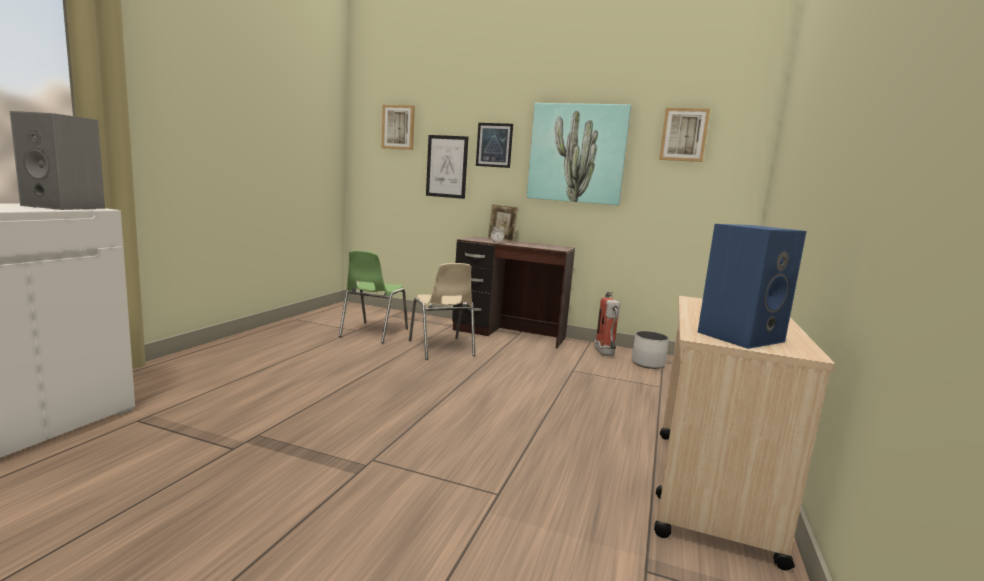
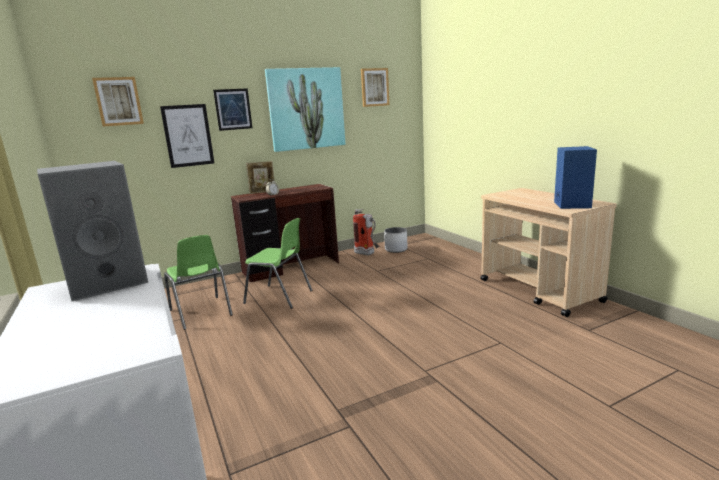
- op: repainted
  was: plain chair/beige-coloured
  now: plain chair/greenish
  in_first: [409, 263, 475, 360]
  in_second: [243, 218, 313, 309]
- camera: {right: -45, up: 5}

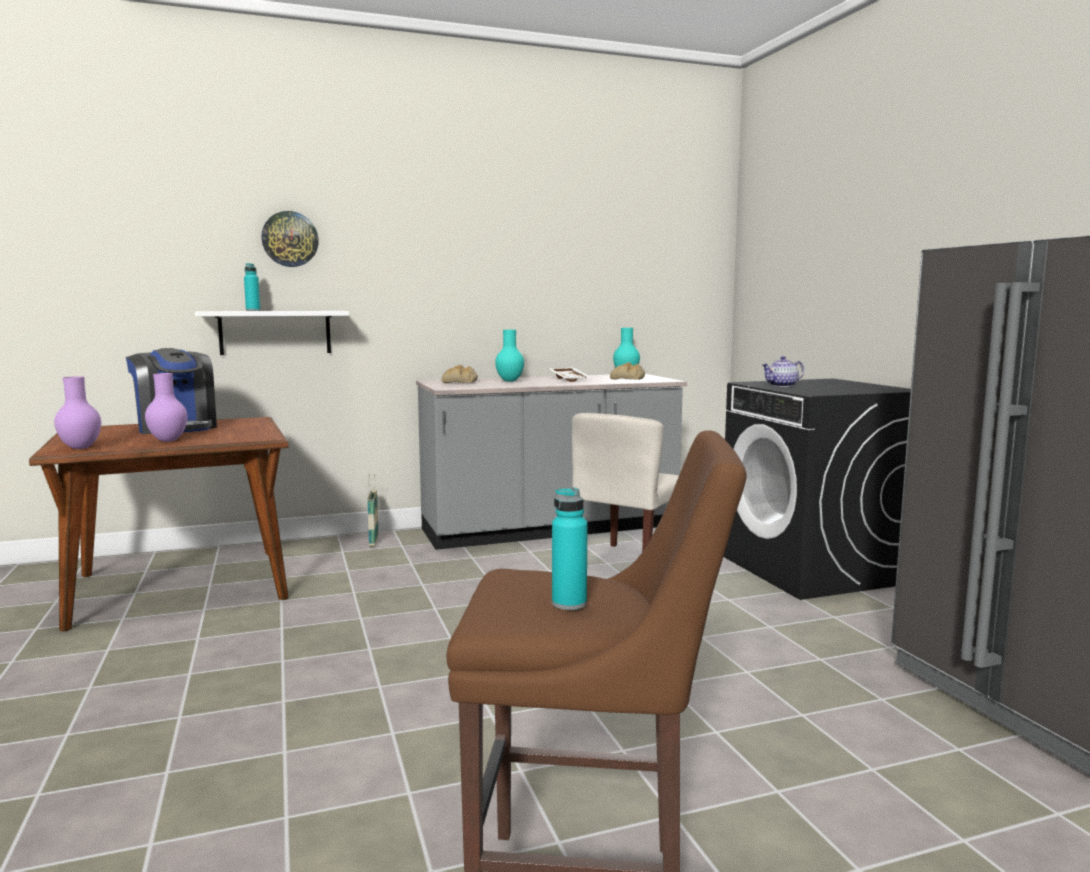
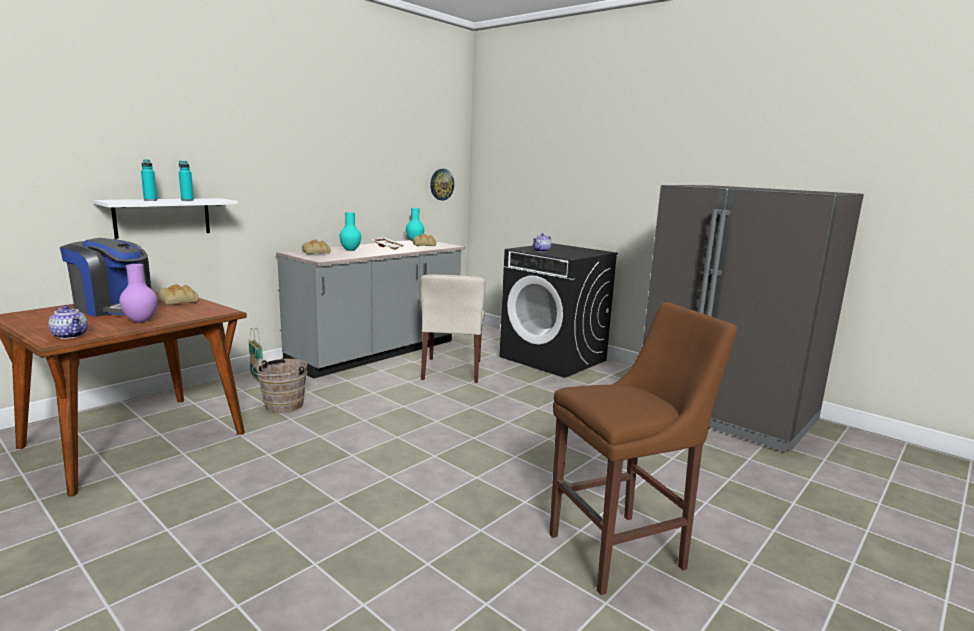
- op: swapped
  was: vase/purple-coloured
  now: pot for tea
  in_first: [54, 376, 101, 449]
  in_second: [49, 305, 88, 339]
- op: new
  now: baked bread
  in_second: [157, 284, 199, 305]
- op: shifted
  was: drink bottle/turquoise-coloured
  in_first: [552, 488, 588, 610]
  in_second: [179, 161, 194, 201]
- op: new
  now: water bucket/brown-coloured
  in_second: [252, 359, 307, 413]
- op: shifted
  was: hanging clock
  in_first: [261, 211, 319, 267]
  in_second: [430, 169, 454, 200]
- camera: {right: -30, up: 5}

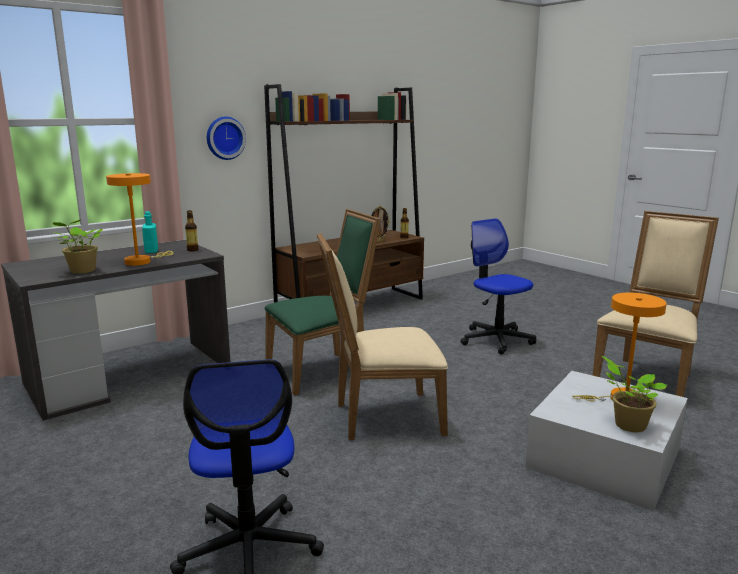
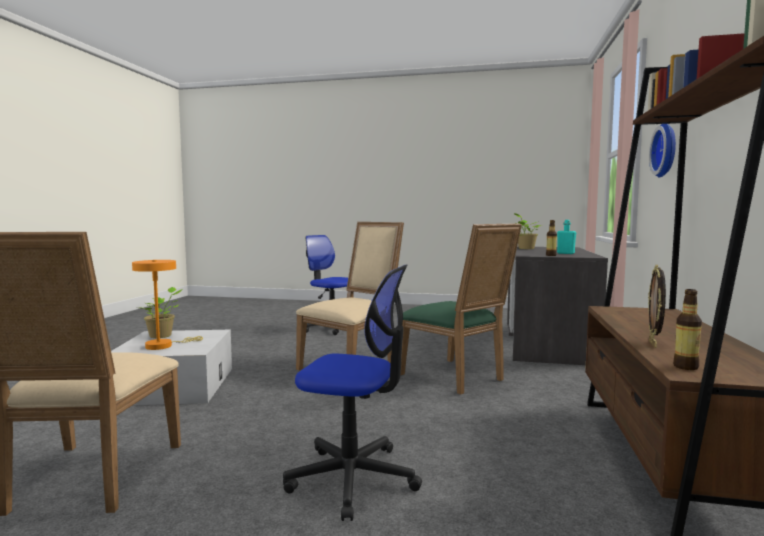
- op: rotated
  was: plain chair/greenish
  in_first: [265, 209, 381, 396]
  in_second: [401, 223, 522, 395]
  clockwise: -60
- op: gone
  was: tabletop lamp/orange-coloured
  in_first: [106, 173, 174, 266]
- camera: {right: 140, up: -10}

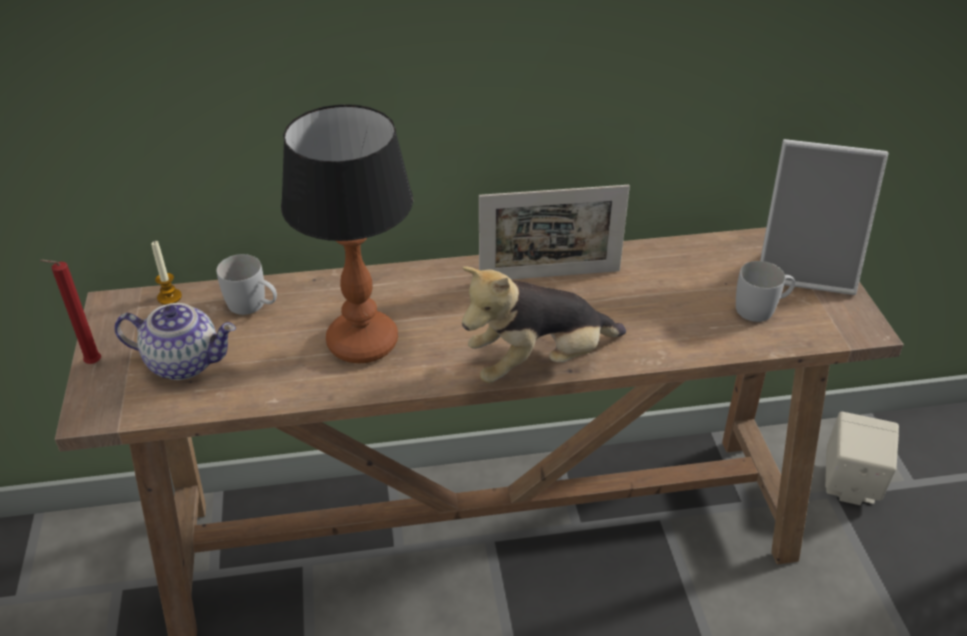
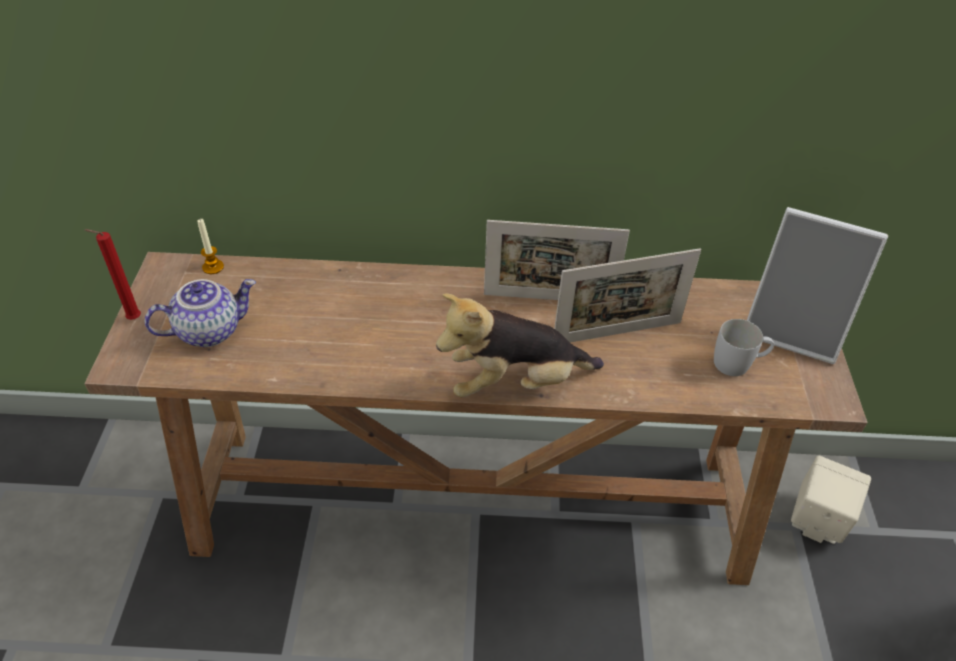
- op: rotated
  was: pot for tea
  in_first: [114, 303, 236, 380]
  in_second: [145, 279, 256, 347]
  clockwise: -45
- op: new
  now: picture frame
  in_second: [554, 248, 701, 342]
- op: gone
  was: coffee mug/whitish
  in_first: [217, 254, 277, 315]
- op: gone
  was: tabletop lamp
  in_first: [281, 104, 413, 363]
- camera: {right: 10, up: 5}

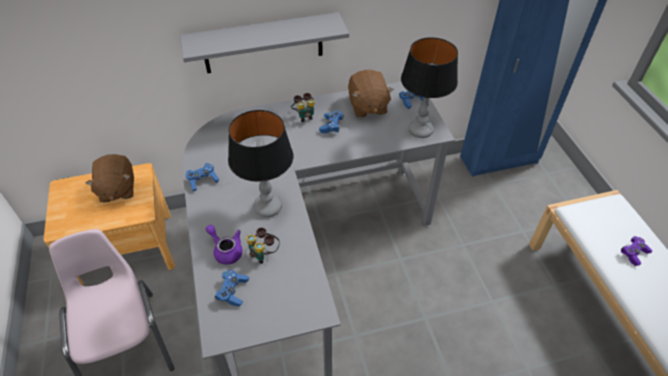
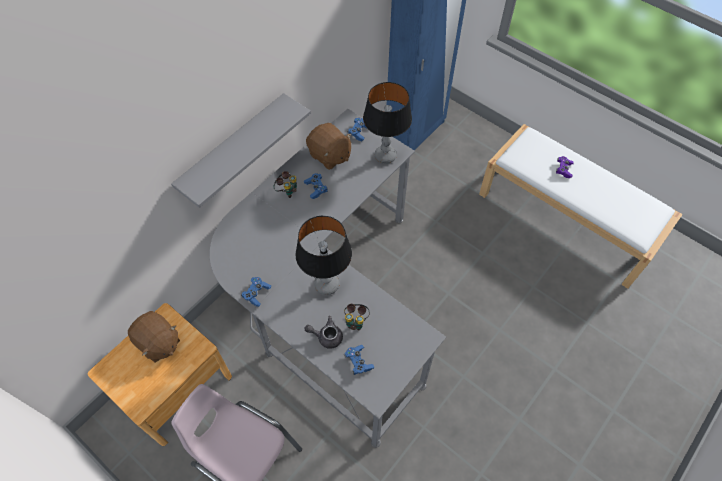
- op: repainted
  was: pot for tea/purple-coloured
  now: pot for tea/grey
  in_first: [206, 225, 243, 265]
  in_second: [305, 316, 343, 349]
- camera: {right: -35, up: 10}

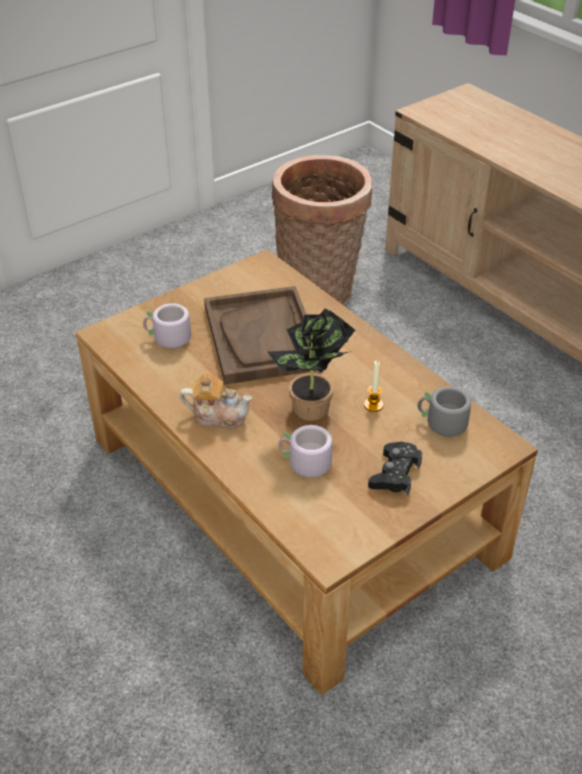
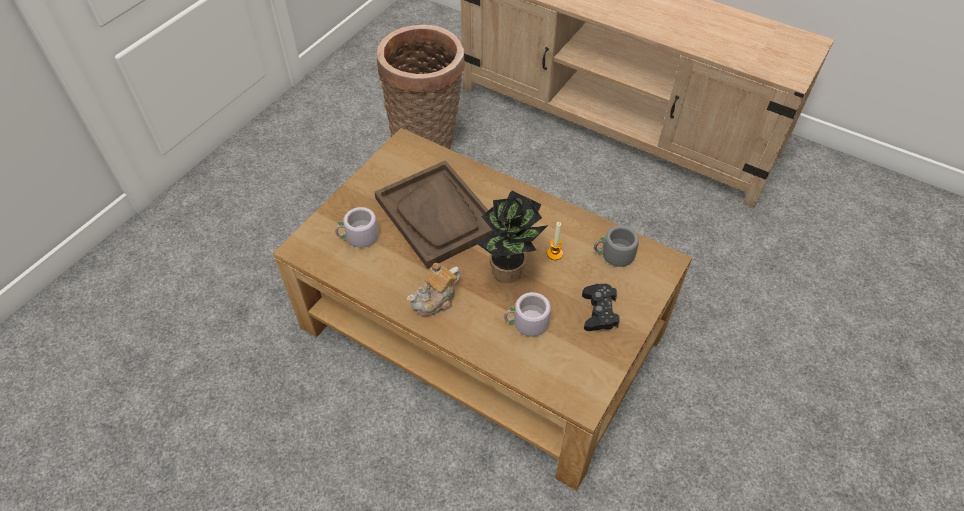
- op: rotated
  was: pot for tea
  in_first: [180, 372, 252, 429]
  in_second: [407, 263, 461, 316]
  clockwise: 150
- camera: {right: -20, up: 10}

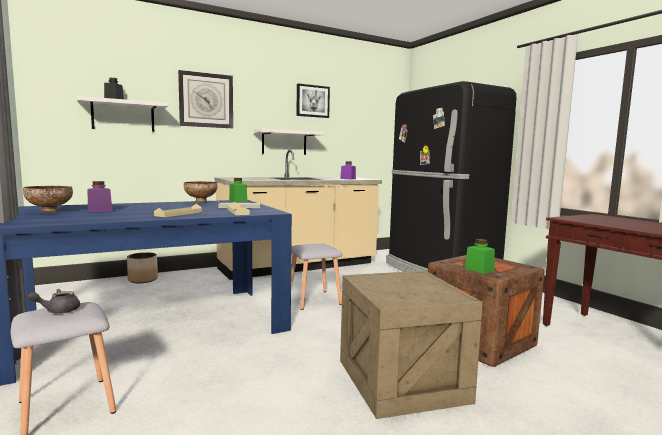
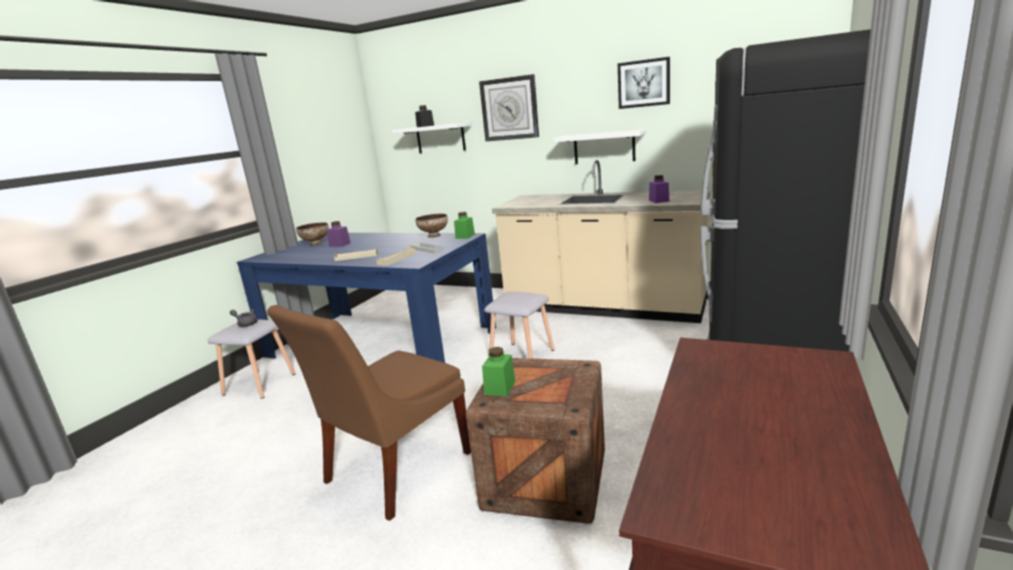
- op: swapped
  was: packing crate
  now: plain chair/brown-coloured
  in_first: [340, 271, 483, 419]
  in_second: [268, 305, 471, 521]
- op: gone
  was: plant pot
  in_first: [127, 252, 158, 283]
- camera: {right: 55, up: 10}

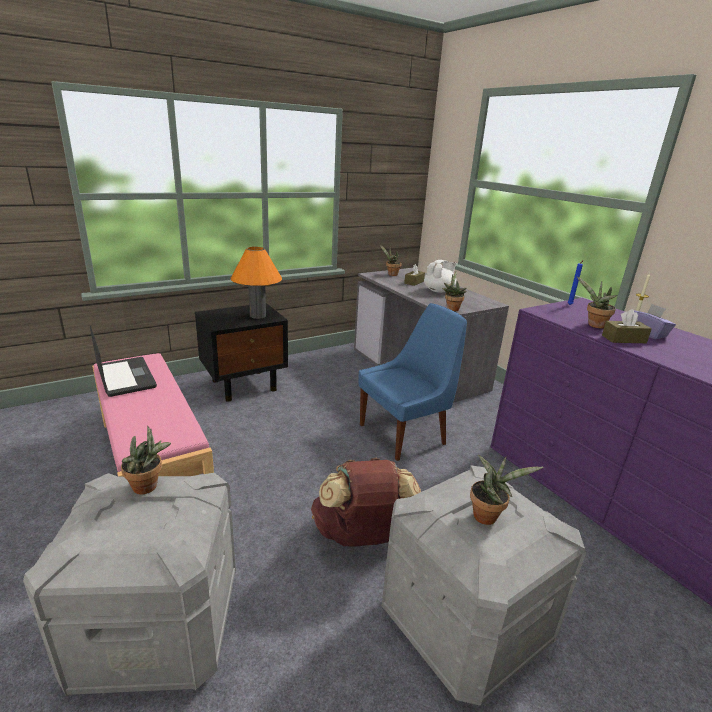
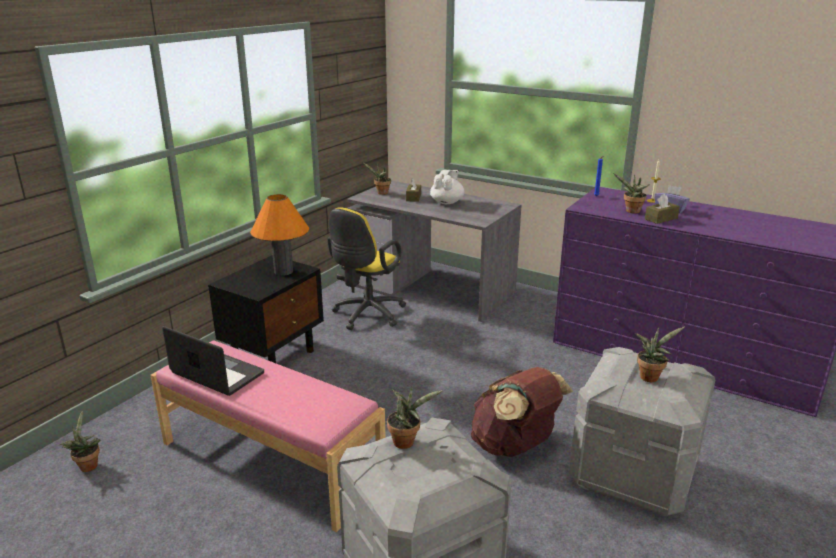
- op: shifted
  was: houseplant
  in_first: [442, 270, 467, 311]
  in_second: [60, 411, 100, 472]
- op: new
  now: desk chair/yellow
  in_second: [327, 207, 406, 330]
- op: gone
  was: plain chair/bluish
  in_first: [359, 303, 467, 461]
- camera: {right: -25, up: 0}

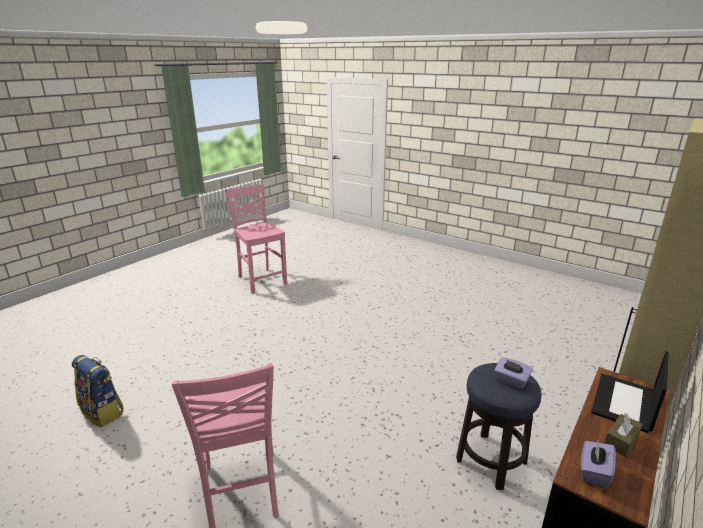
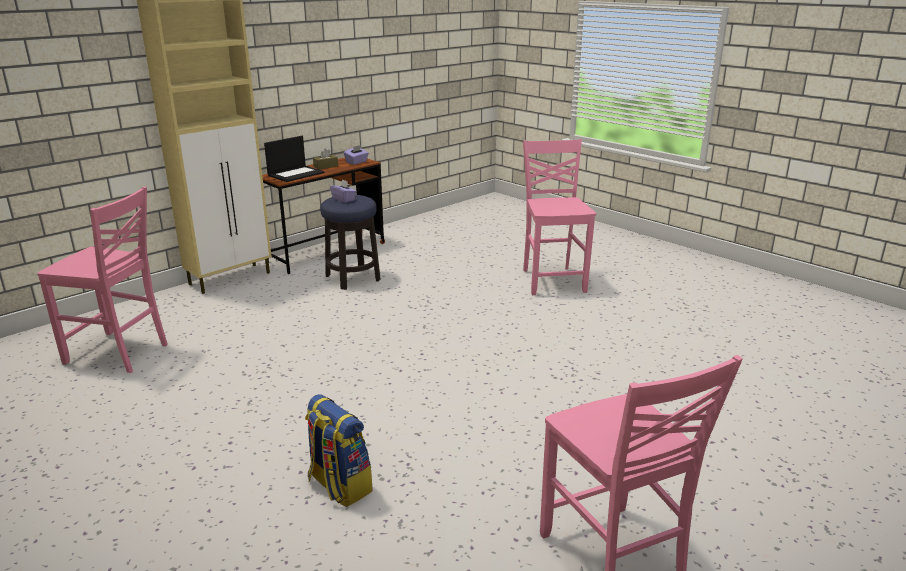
- op: new
  now: plain chair/pinkish
  in_second: [37, 186, 168, 373]
- op: shifted
  was: rucksack
  in_first: [72, 355, 123, 427]
  in_second: [305, 394, 373, 507]
- camera: {right: -170, up: 0}

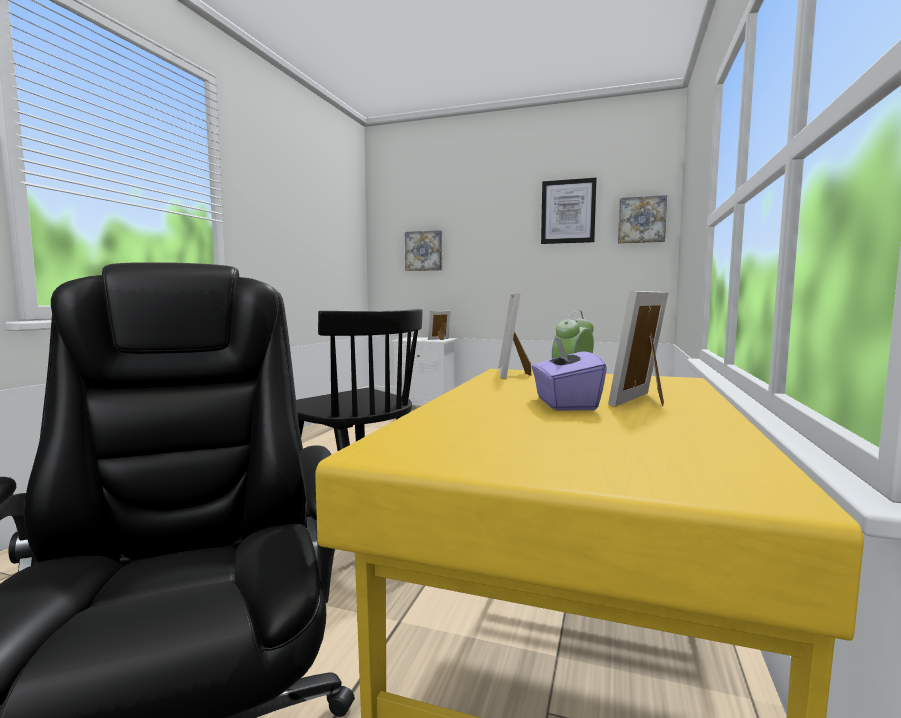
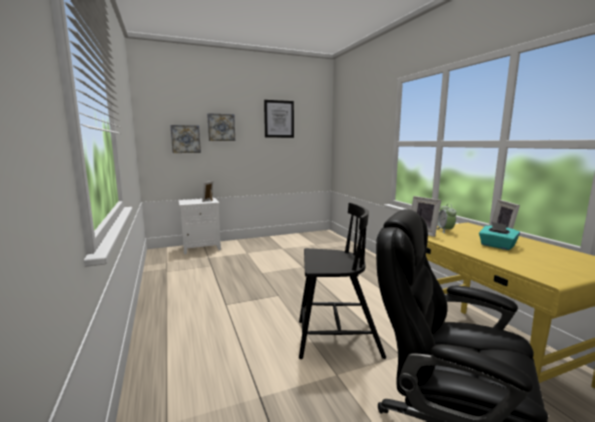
- op: shifted
  was: picture
  in_first: [618, 195, 667, 244]
  in_second: [207, 113, 235, 141]
- op: repainted
  was: tissue holder/purple-coloured
  now: tissue holder/turquoise-coloured
  in_first: [532, 336, 607, 411]
  in_second: [479, 222, 520, 250]
- camera: {right: -40, up: 5}

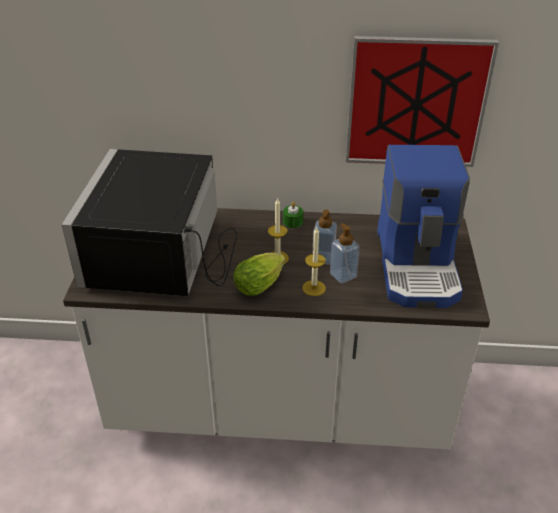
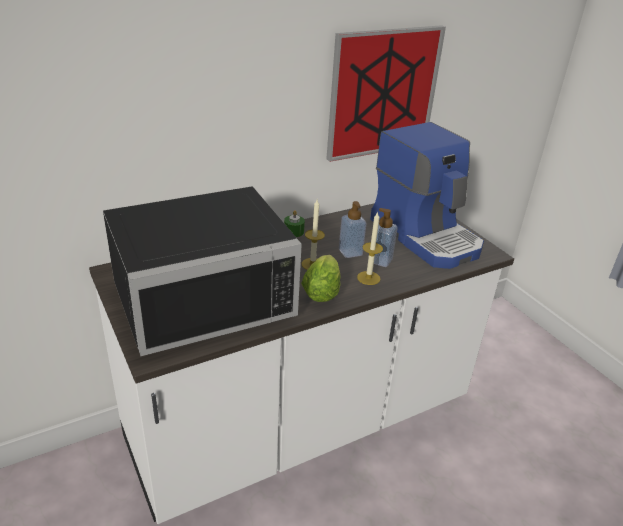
- op: rotated
  was: kitchen microwave/black
  in_first: [62, 149, 237, 296]
  in_second: [103, 186, 302, 356]
  clockwise: -90
- camera: {right: -35, up: -5}

